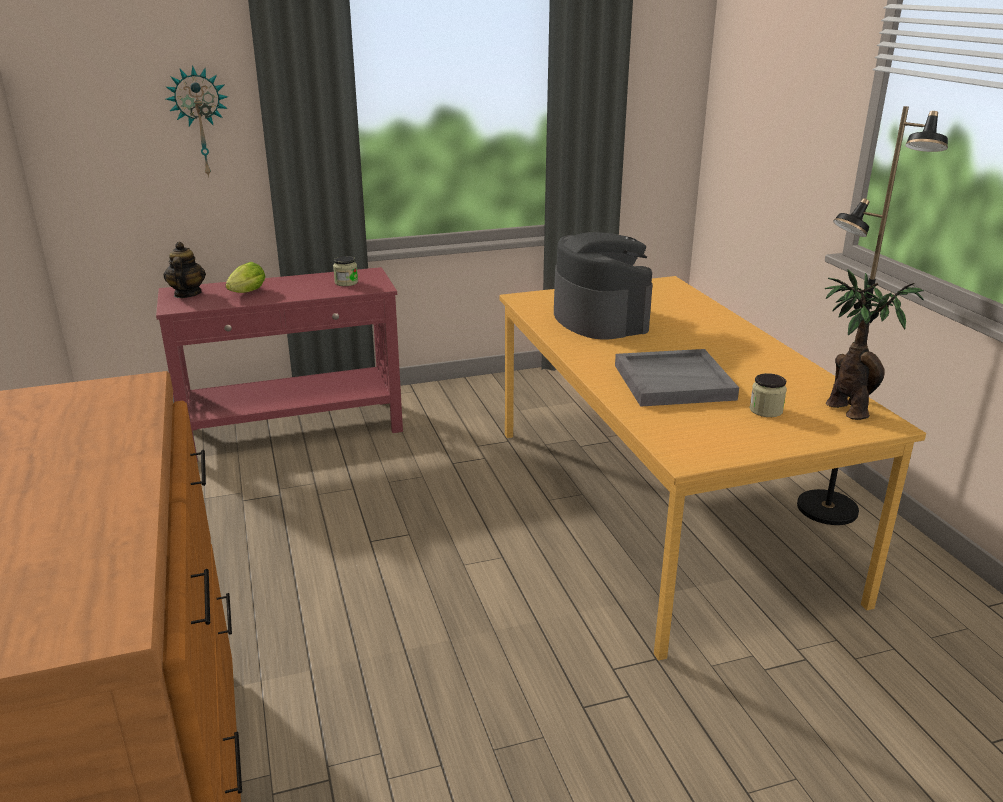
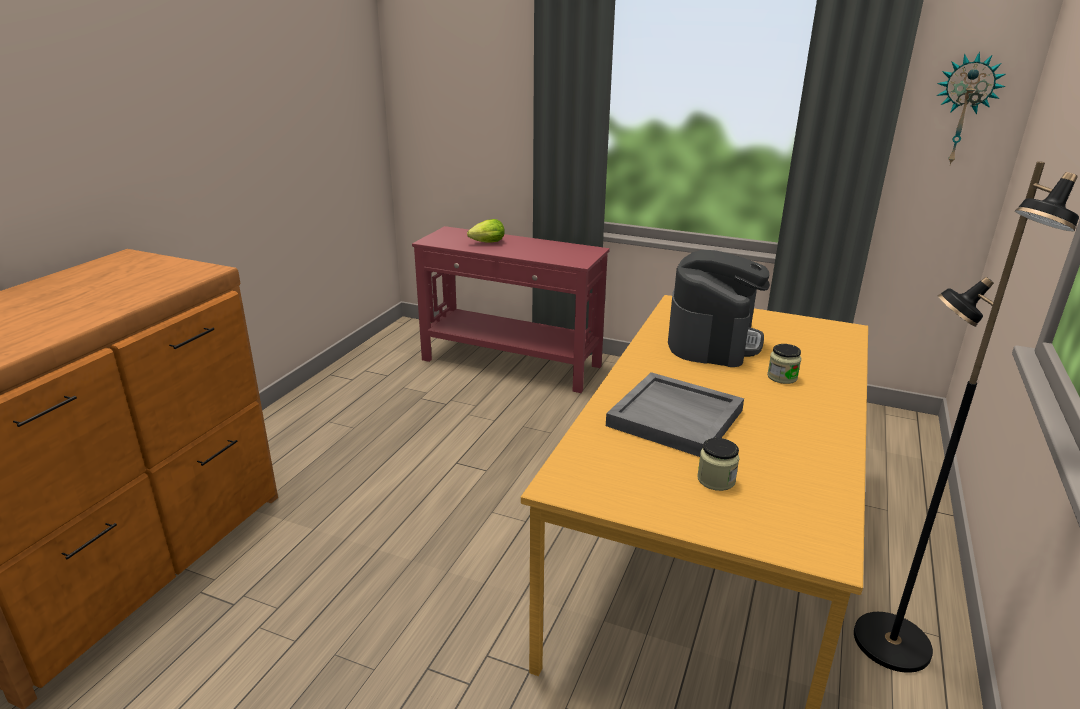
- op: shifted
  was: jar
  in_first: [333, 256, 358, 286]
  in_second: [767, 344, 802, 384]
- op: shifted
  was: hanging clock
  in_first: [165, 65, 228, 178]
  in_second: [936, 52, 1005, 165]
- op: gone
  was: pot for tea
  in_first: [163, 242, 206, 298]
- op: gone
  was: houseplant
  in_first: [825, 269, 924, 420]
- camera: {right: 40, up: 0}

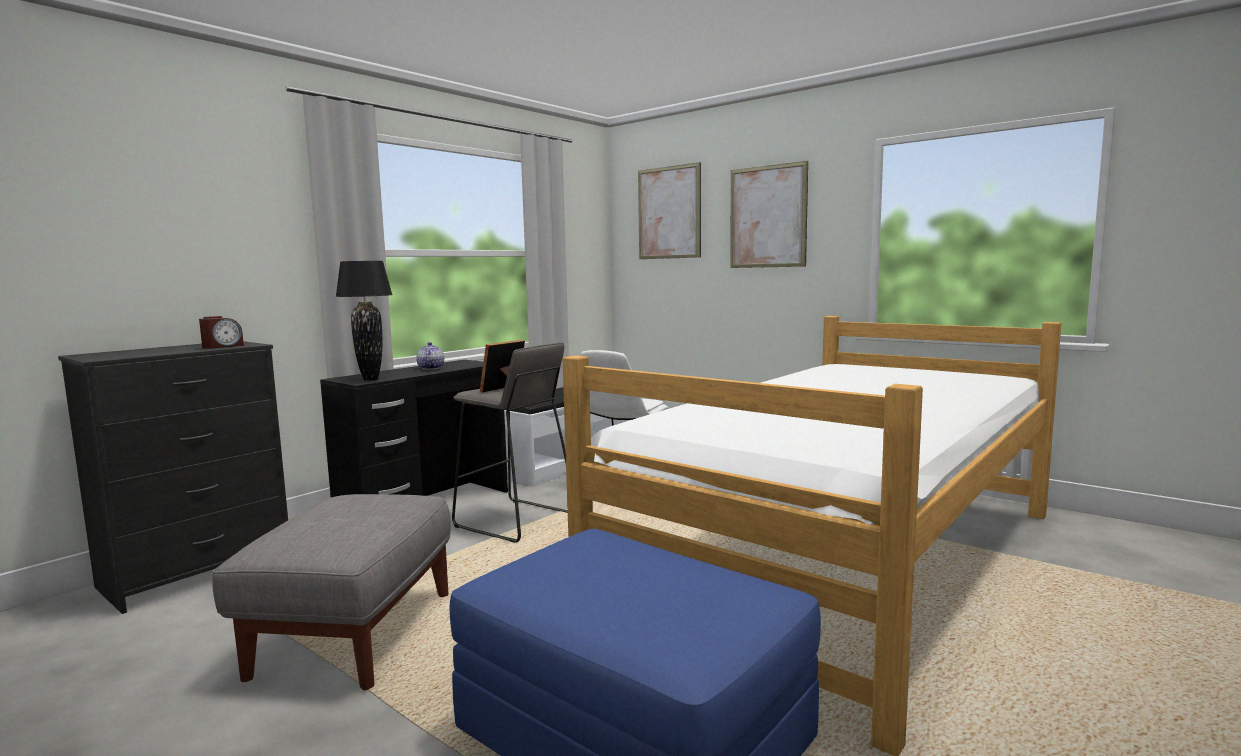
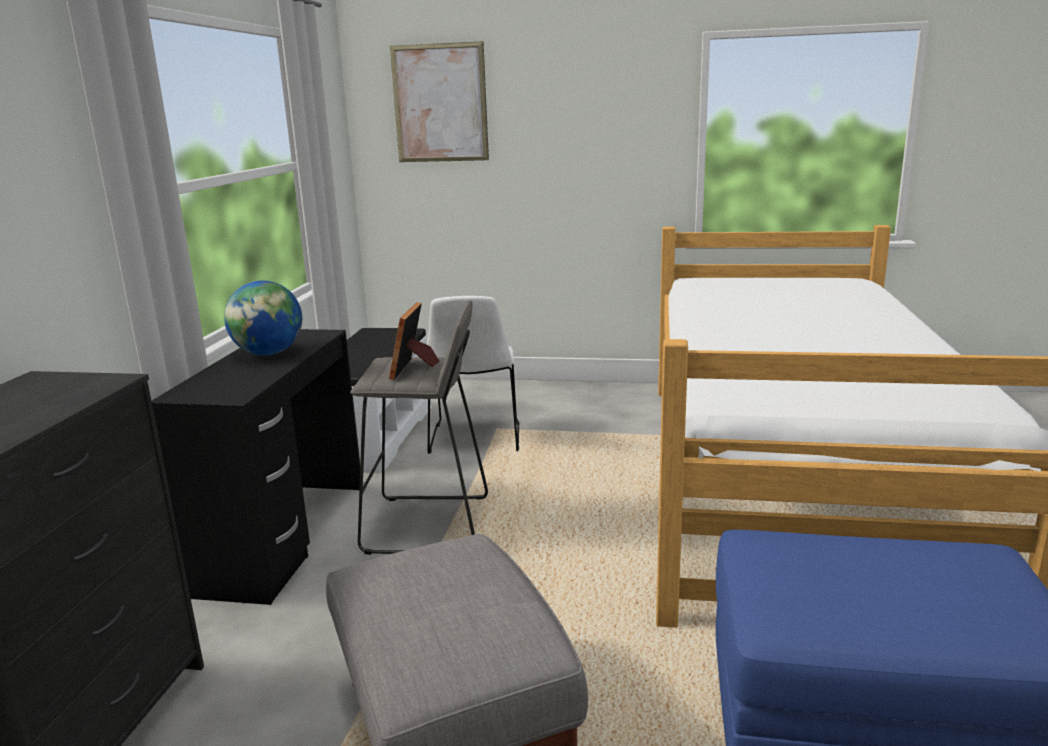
- op: swapped
  was: pot for tea
  now: globe
  in_first: [416, 342, 444, 370]
  in_second: [224, 280, 302, 355]
- op: gone
  was: bedside clock
  in_first: [199, 316, 244, 349]
- op: gone
  was: tabletop lamp/black
  in_first: [336, 261, 393, 381]
- op: gone
  was: picture
  in_first: [730, 161, 808, 268]
- camera: {right: -30, up: 10}

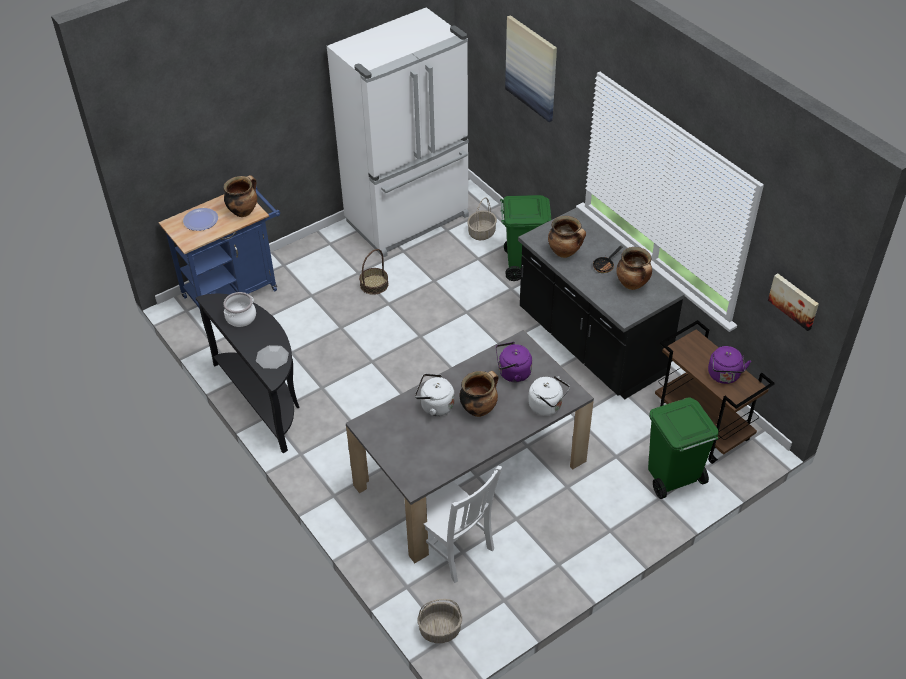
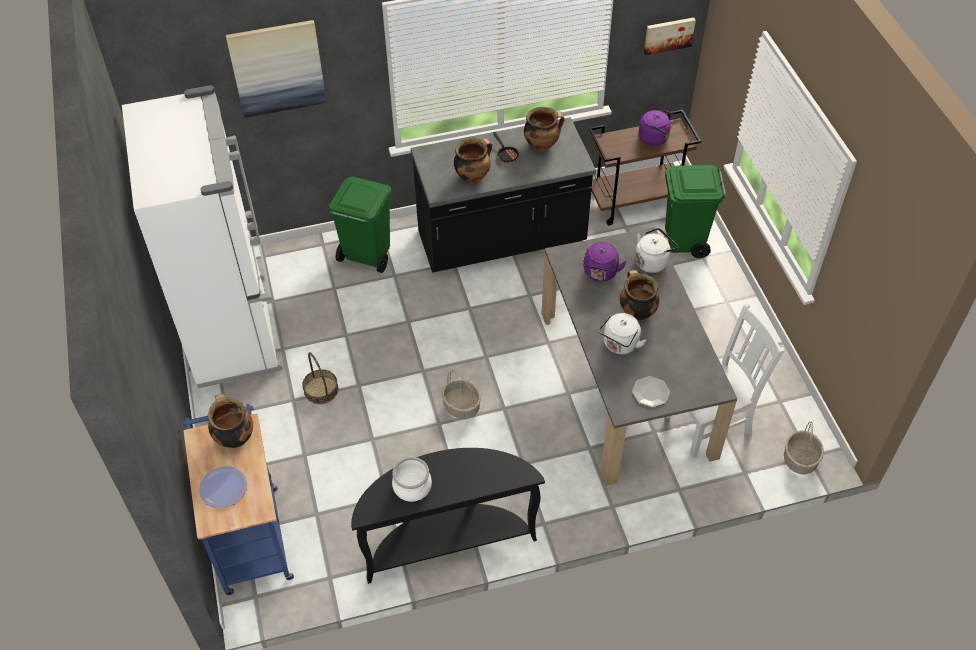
- op: shifted
  was: basket
  in_first: [467, 198, 497, 240]
  in_second: [442, 370, 481, 419]
- op: shifted
  was: dinner plate
  in_first: [256, 345, 289, 369]
  in_second: [632, 376, 670, 408]
- camera: {right: -70, up: 5}

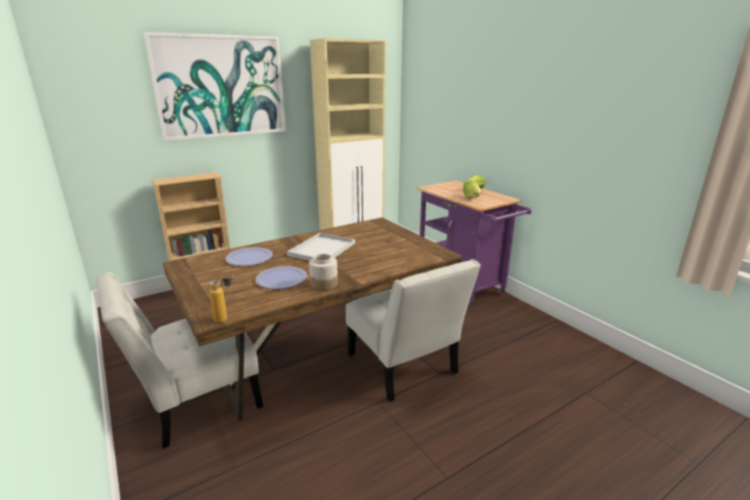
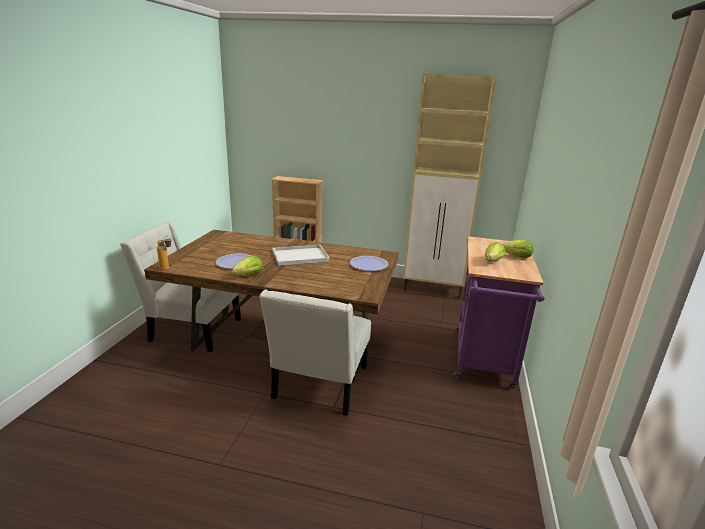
- op: swapped
  was: jar
  now: lettuce head
  in_first: [309, 254, 338, 291]
  in_second: [231, 256, 263, 276]
- op: shifted
  was: dinner plate
  in_first: [225, 247, 273, 266]
  in_second: [350, 256, 389, 271]
- op: gone
  was: picture
  in_first: [143, 32, 286, 141]
- camera: {right: 45, up: 0}

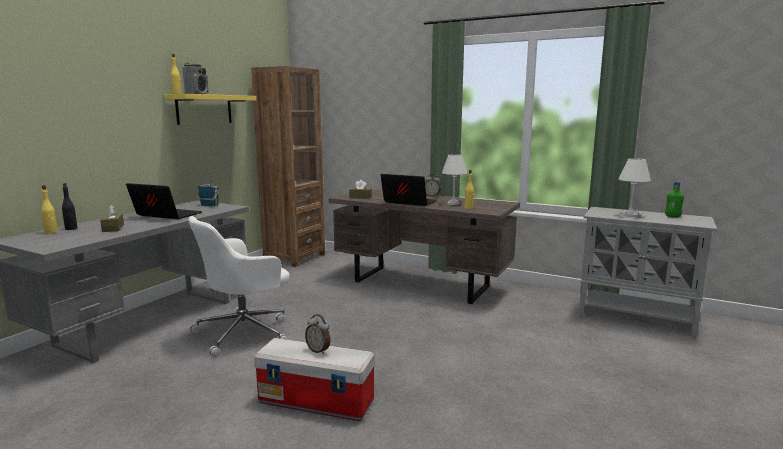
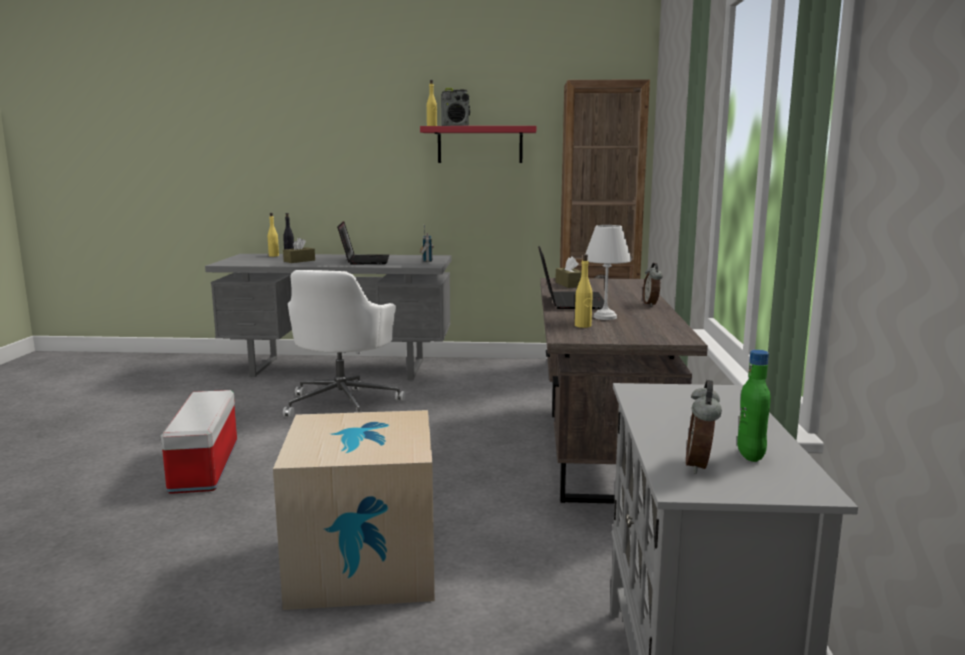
- op: new
  now: packing box
  in_second: [273, 410, 435, 610]
- op: rotated
  was: desk chair/whitish
  in_first: [188, 216, 290, 357]
  in_second: [283, 270, 405, 418]
  clockwise: -105
- op: repainted
  was: bracket shelf/yellow
  now: bracket shelf/red
  in_first: [165, 94, 256, 125]
  in_second: [420, 126, 536, 163]
- op: shifted
  was: bedside clock
  in_first: [305, 314, 331, 354]
  in_second: [686, 380, 722, 474]
- op: gone
  was: tabletop lamp/whitish
  in_first: [619, 158, 651, 217]
- camera: {right: 65, up: 0}

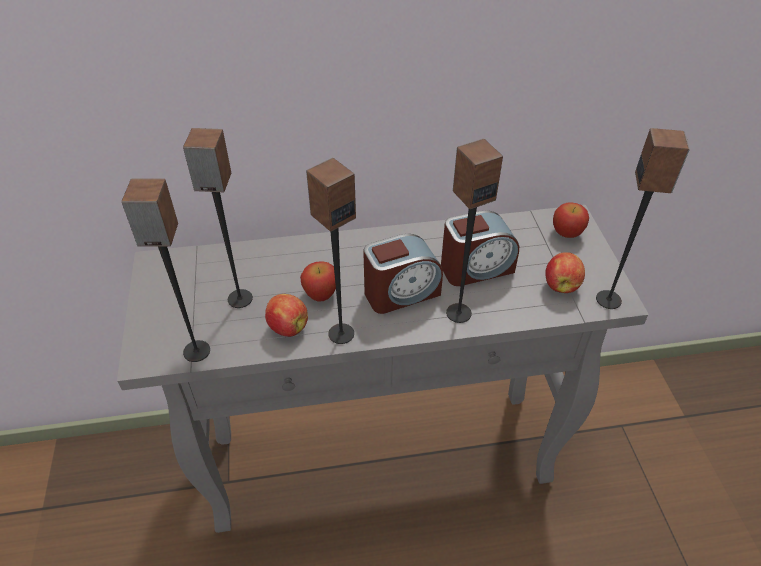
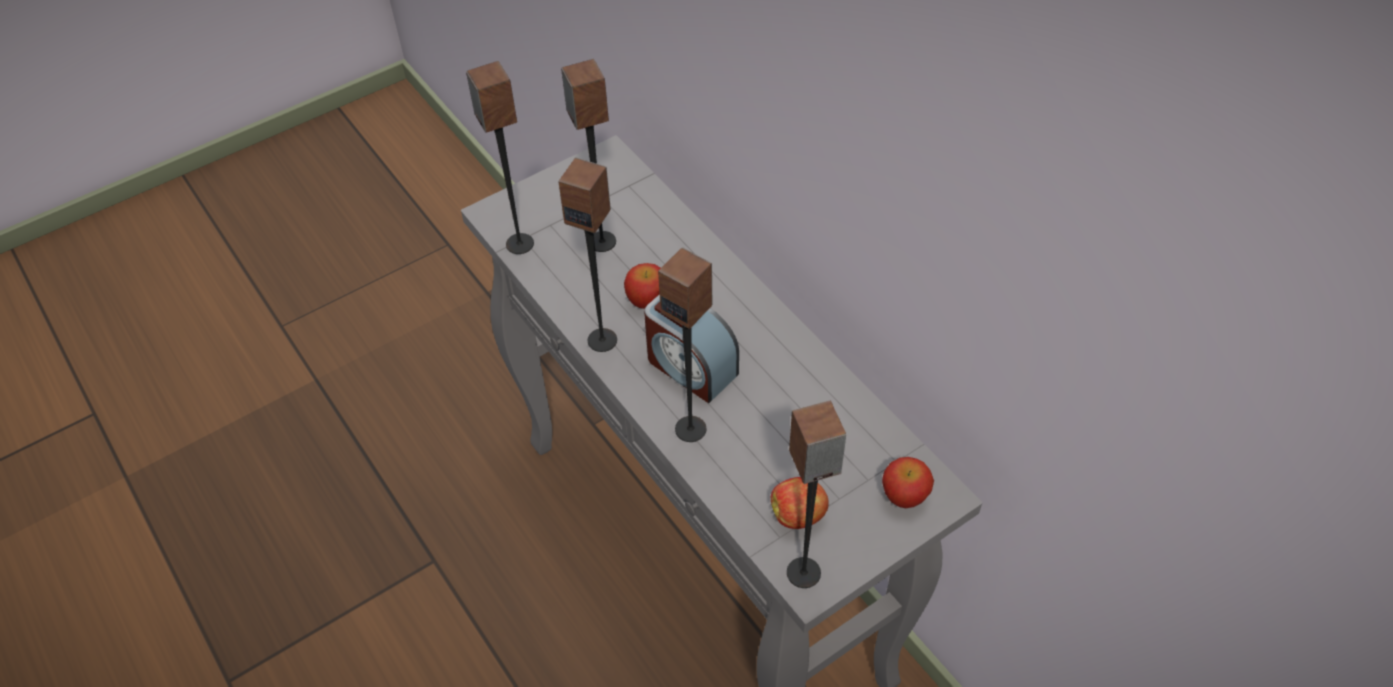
- op: gone
  was: whole apple
  in_first: [265, 294, 308, 337]
- op: gone
  was: bedside clock
  in_first: [441, 210, 519, 286]
- camera: {right: 65, up: 5}

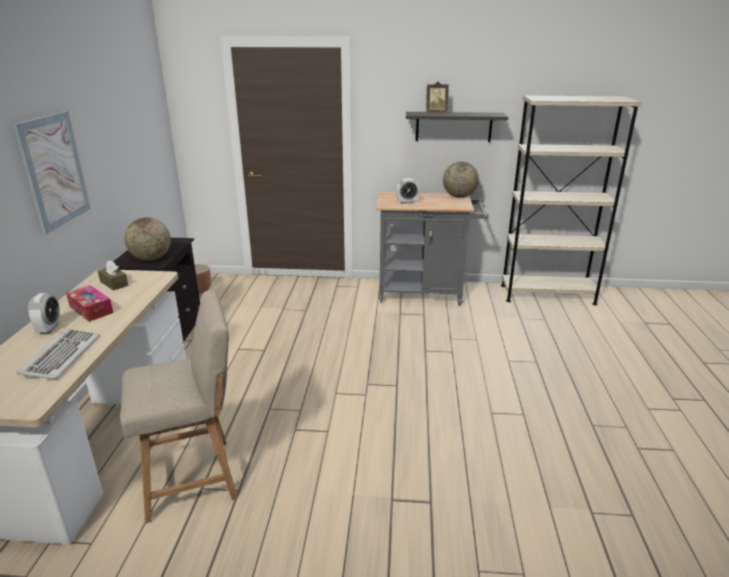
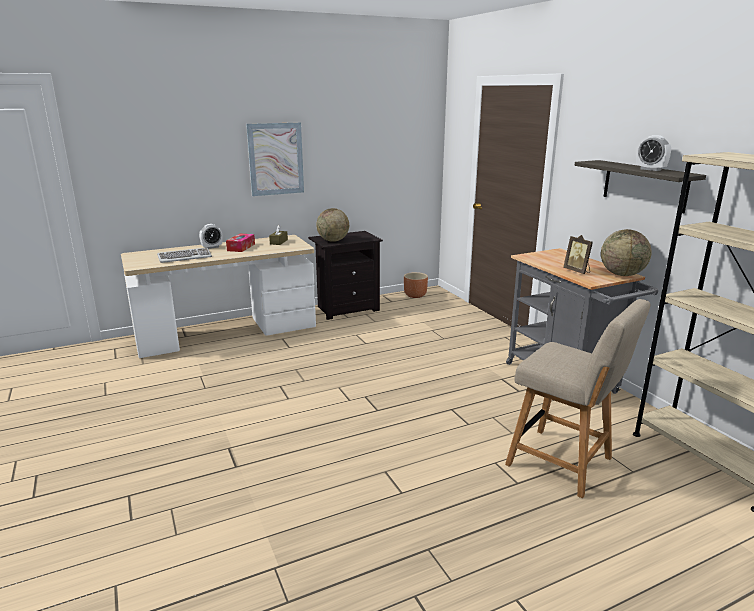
- op: shifted
  was: plain chair/beige-coloured
  in_first: [120, 290, 238, 523]
  in_second: [505, 299, 650, 498]
- op: shifted
  was: picture frame
  in_first: [426, 81, 449, 113]
  in_second: [563, 235, 593, 274]
- op: shifted
  was: bedside clock
  in_first: [396, 178, 419, 204]
  in_second: [636, 135, 671, 171]
- camera: {right: 60, up: -5}

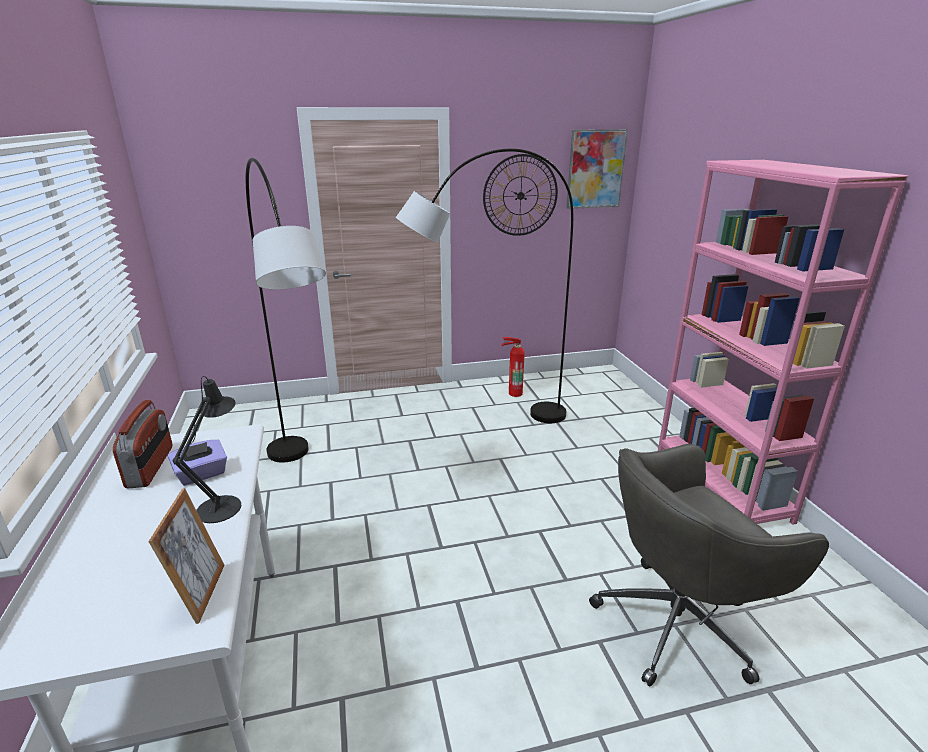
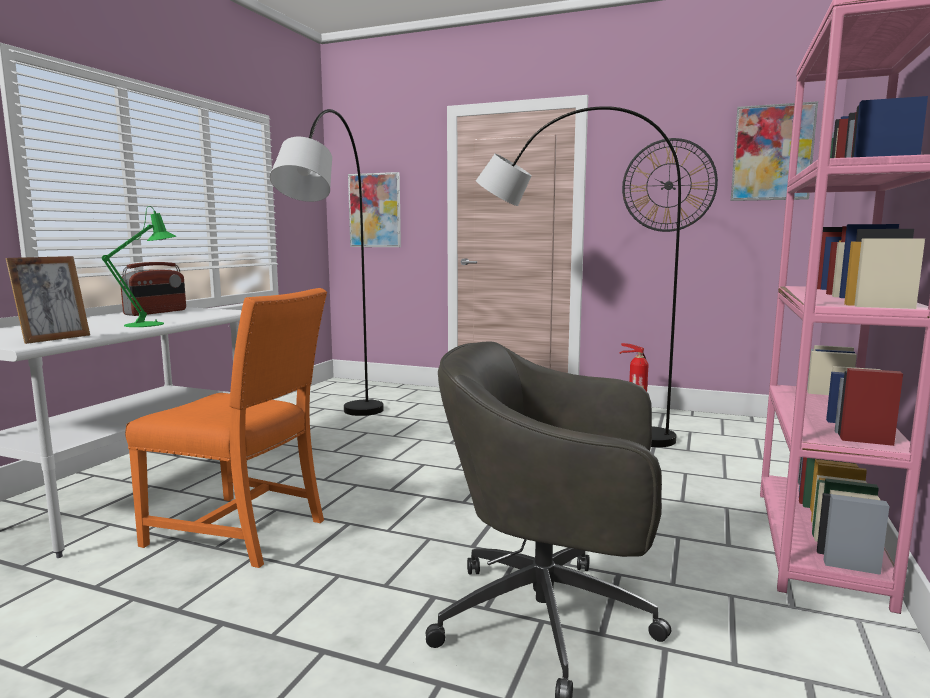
- op: repainted
  was: tabletop lamp/black
  now: tabletop lamp/greenish
  in_first: [173, 376, 241, 523]
  in_second: [102, 206, 176, 327]
- op: new
  now: plain chair/orange-coloured
  in_second: [125, 288, 327, 568]
- op: new
  now: picture
  in_second: [348, 172, 401, 247]
- op: gone
  was: tissue holder/purple-coloured
  in_first: [168, 440, 227, 486]
- camera: {right: 35, up: -15}

